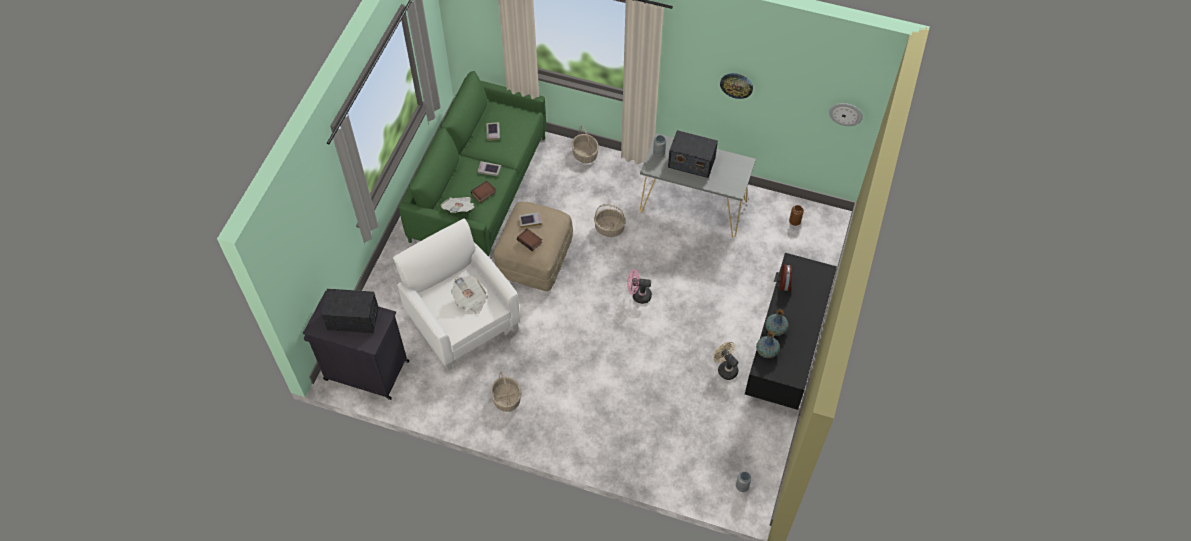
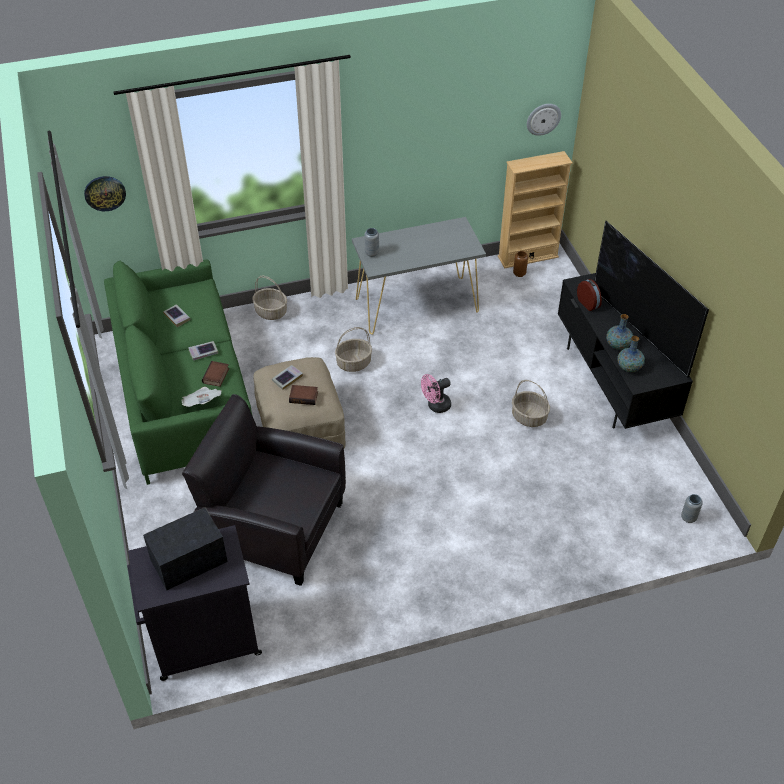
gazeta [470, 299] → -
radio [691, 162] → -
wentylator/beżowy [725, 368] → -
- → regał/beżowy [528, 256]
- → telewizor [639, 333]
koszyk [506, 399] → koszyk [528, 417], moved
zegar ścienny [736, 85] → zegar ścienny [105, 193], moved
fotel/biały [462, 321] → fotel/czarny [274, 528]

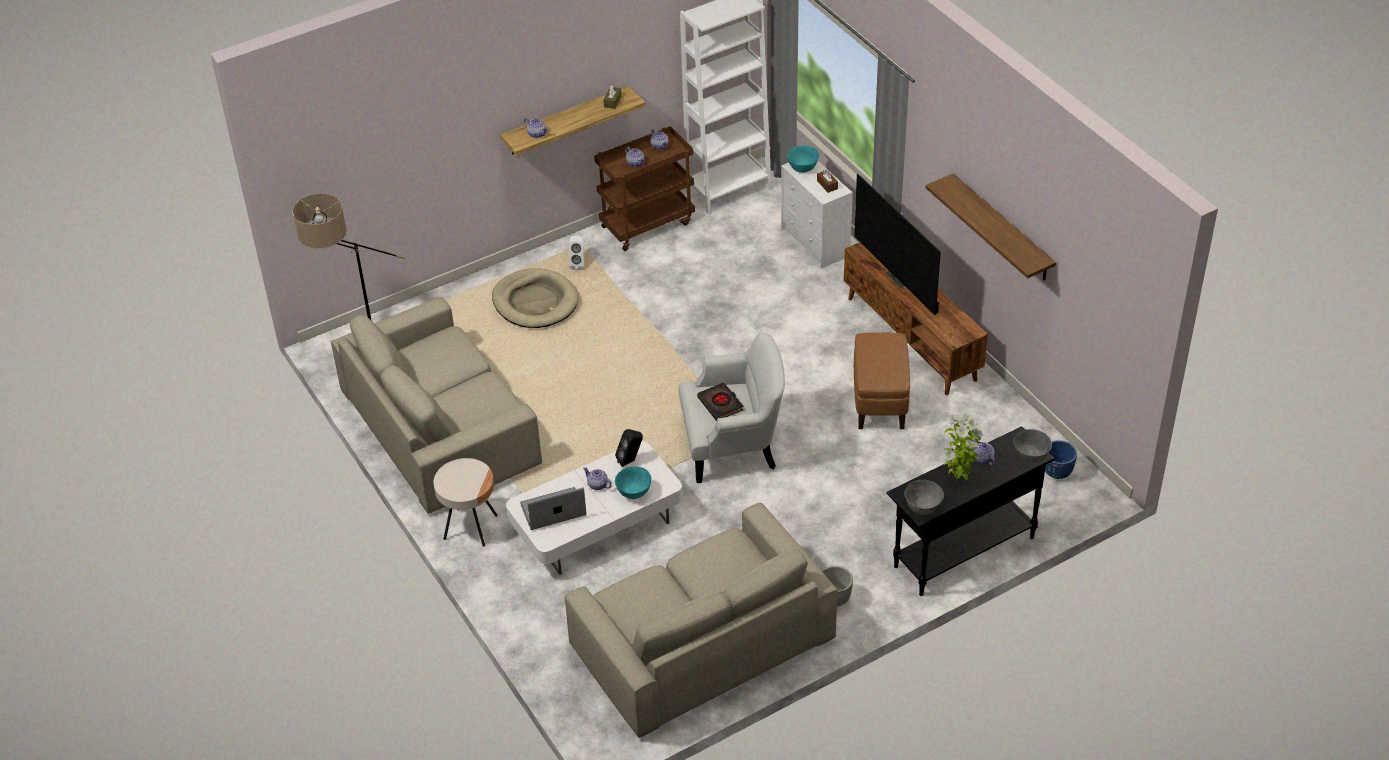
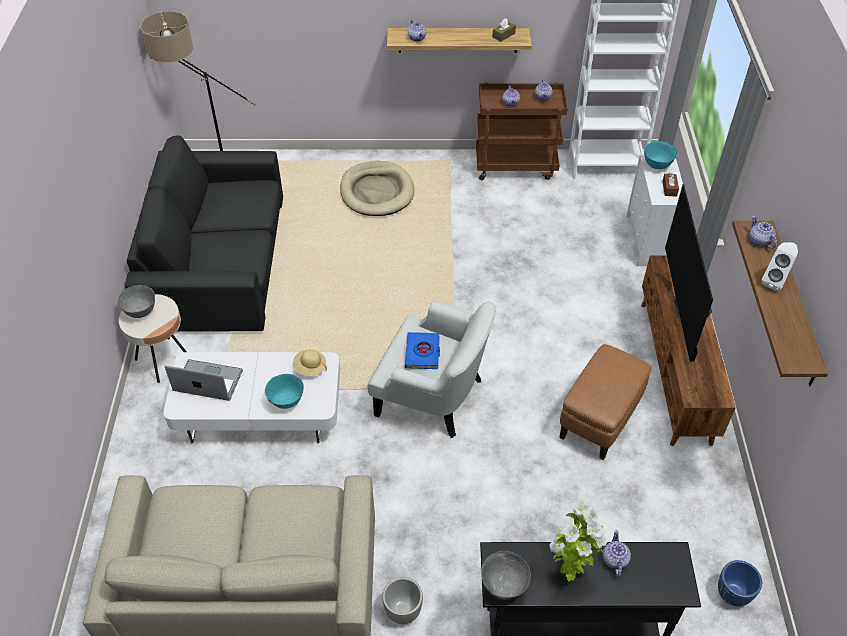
głośnik/biały [578, 264] → głośnik/biały [775, 281], moved
imbryk [597, 485] → imbryk [759, 241], moved
miska/szary [1031, 456] → miska/szary [141, 311], moved
głośnik/czarny [630, 461] → kapelusz/beżowy [310, 368]
kanapa/beżowy [441, 427] → kanapa/czarny [219, 262]
książka/czarny [720, 404] → książka/niebieski [422, 353]

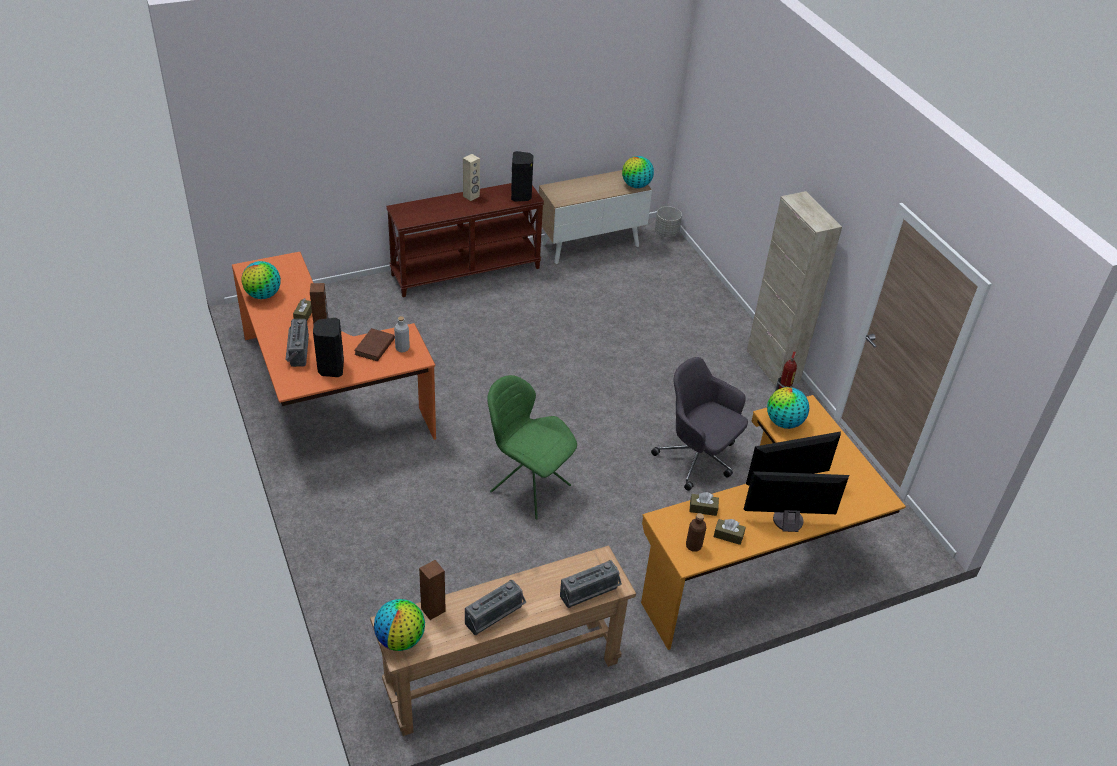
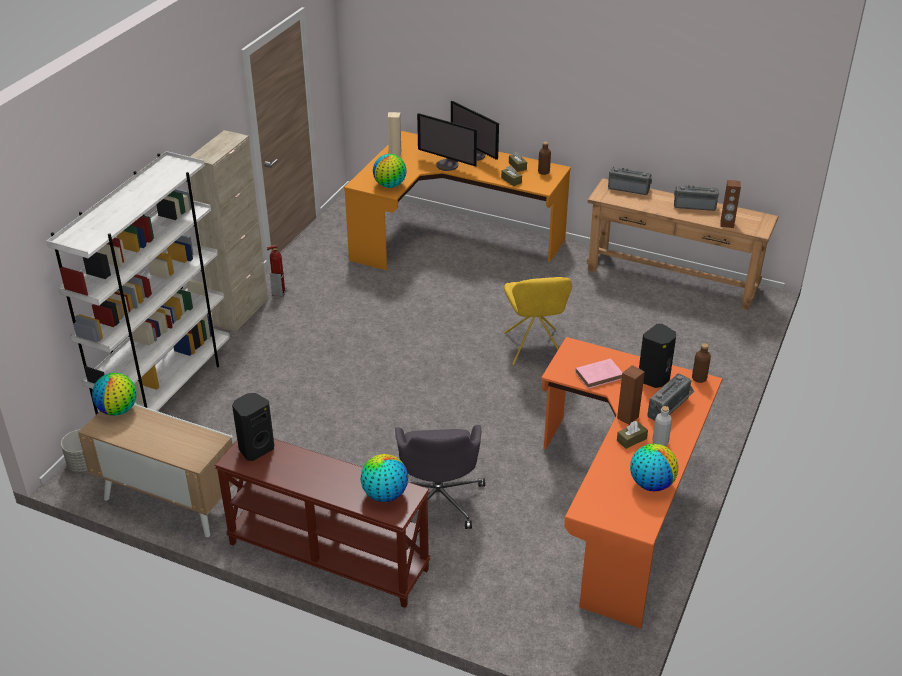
- → regał/biały [167, 393]
- → butelka/brązowy [699, 378]
globus [400, 639] → globus [384, 494], moved
butelka/szary [402, 348] → butelka/szary [660, 442], moved
głośnik/beżowy [471, 196] → głośnik/beżowy [395, 153], moved
krzesło biurowe/szary [698, 458] → krzesło biurowe/szary [439, 499], moved
książka/brązowy [374, 347] → książka/różowy [600, 375]
krzesło/zielony [528, 487] → krzesło/żółty [534, 348]

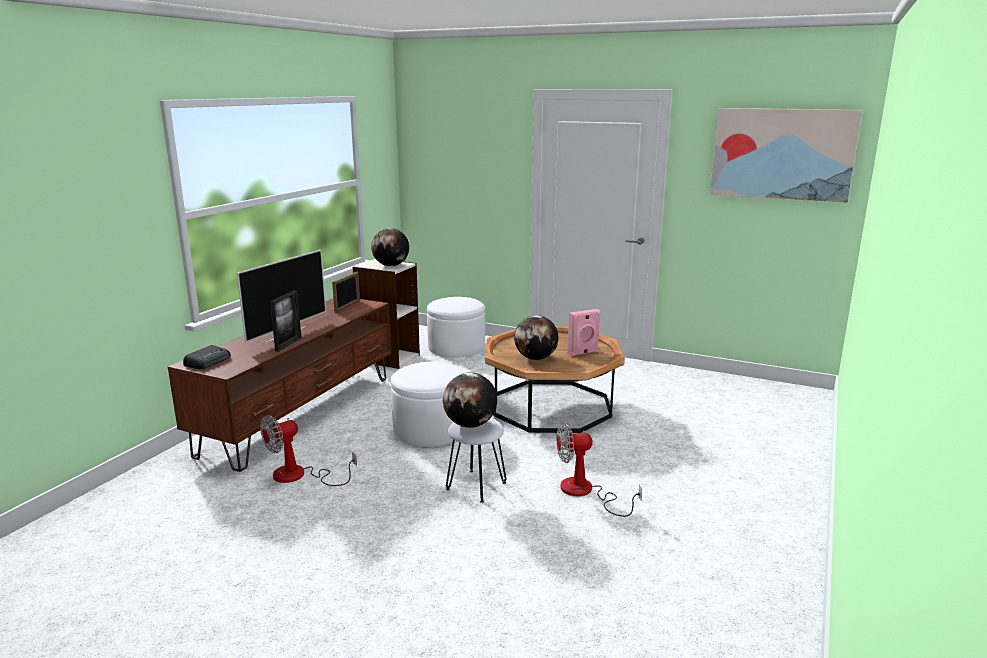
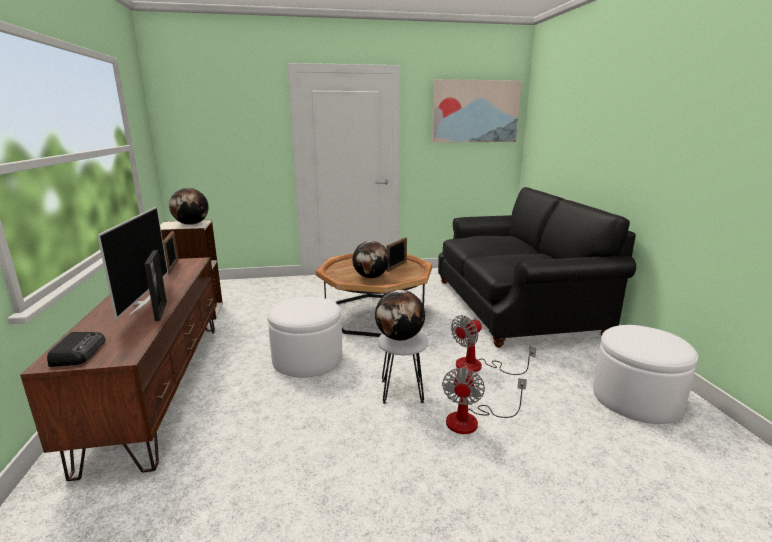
- → kanapa/czarny [514, 306]
wentylator [299, 476] → wentylator [472, 420], moved
pufa/biały [456, 347] → pufa/biały [636, 398], moved
głośnik/różowy [583, 353] → ramka na zdjęcie [397, 266]

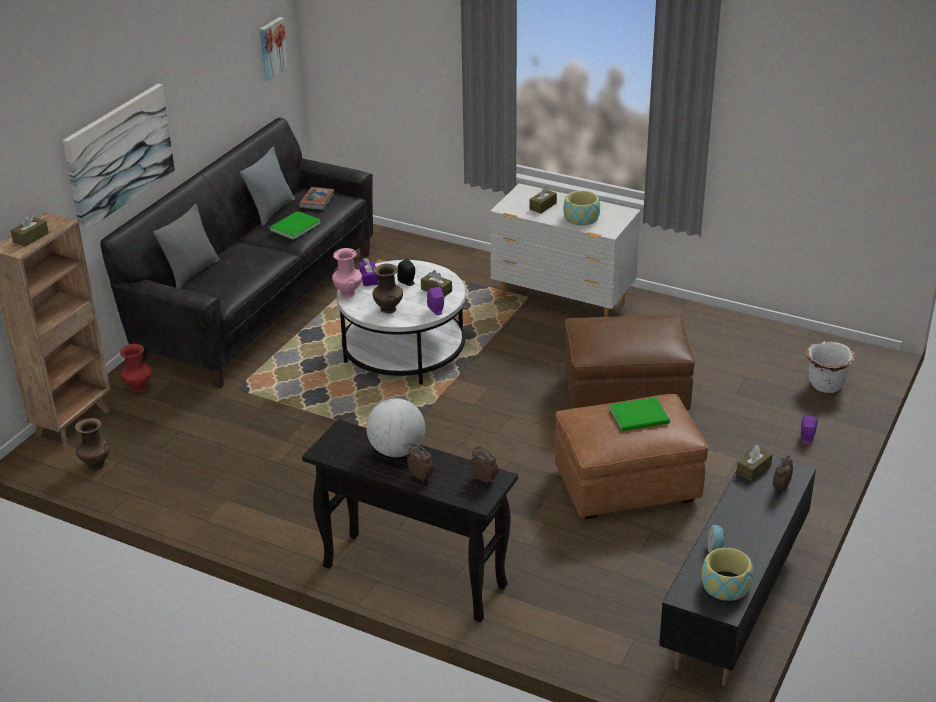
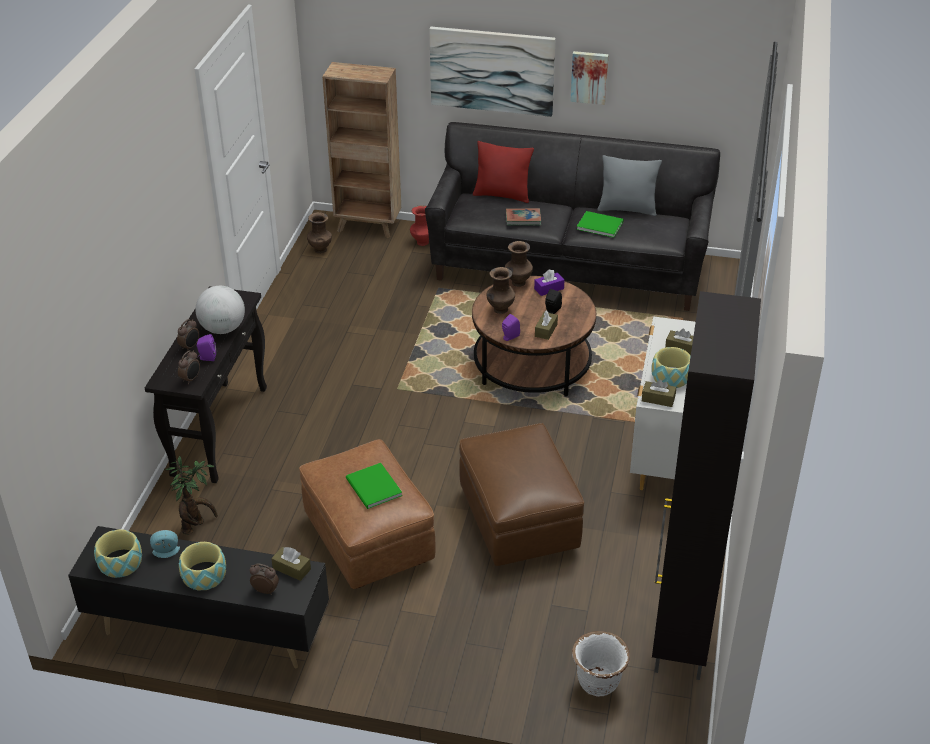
- → roślina doniczkowa [196, 525]
- → miska [204, 575]
- → szafka/czarny [680, 636]
pudełko chusteczek/brązowy [31, 238] → pudełko chusteczek/brązowy [658, 399], moved
obraz [272, 48] → obraz [589, 77], moved
książka [317, 201] → książka [523, 219], moved
głośnik/fioletowy [806, 440] → głośnik/fioletowy [207, 358], moved
poduszka/szary [192, 272] → poduszka/czerwony [502, 195]
wazon/różowy [348, 293] → wazon/brązowy [518, 283]
ława/biały [404, 351] → ława/brązowy [532, 364]

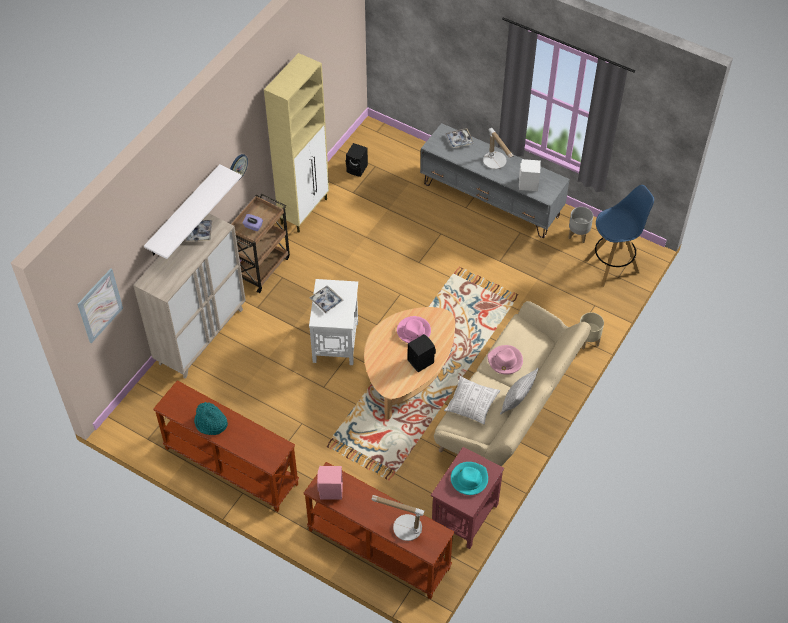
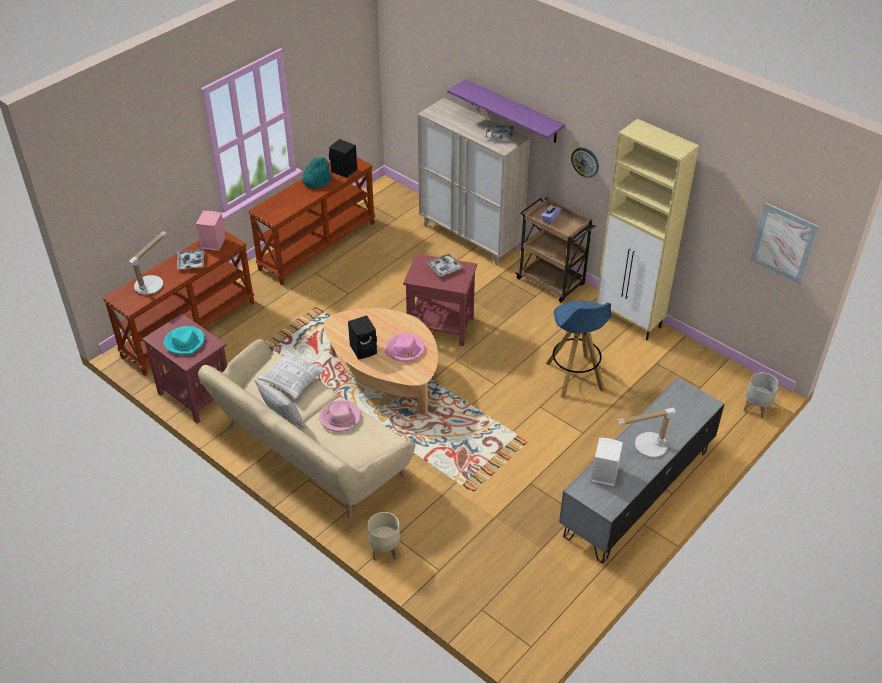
obraz [100, 305] → obraz [783, 243], moved
głośnik/czarny [357, 169] → głośnik/czarny [343, 171], moved
taca [459, 140] → taca [191, 262], moved
donica/szary [578, 235] → donica/szary [756, 408], moved
stołek/niebieski [613, 266] → stołek/niebieski [575, 377], moved
półka/biały [184, 211] → półka/fioletowy [513, 111]
stolik/biały [336, 342] → stolik/czerwony [440, 326]

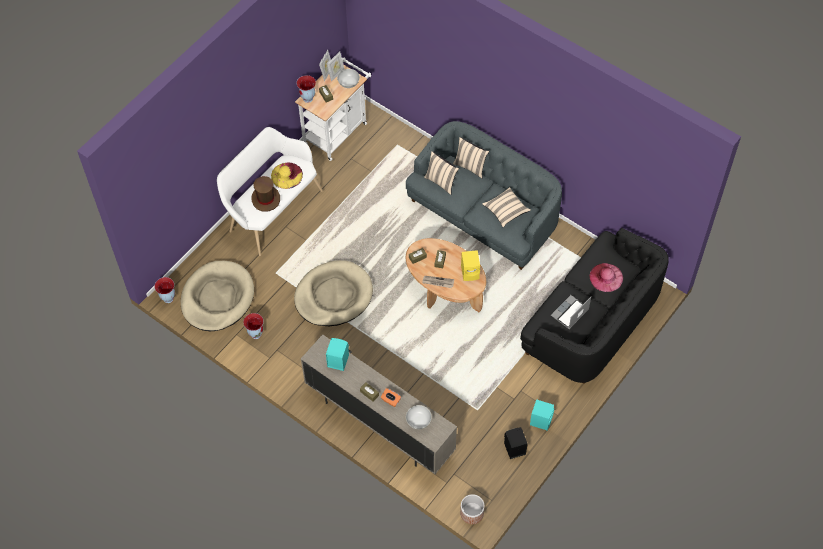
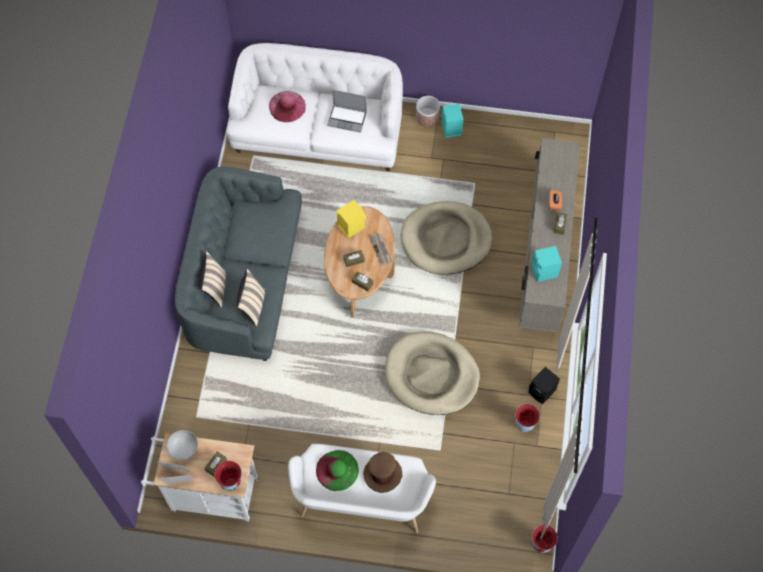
miska/biały [418, 421] → -
poduszka/beżowy [506, 211] → -
legowisko/beżowy [217, 298] → legowisko/beżowy [446, 240], moved
donica [472, 513] → donica [427, 117], moved
głośnik/czarny [514, 449] → głośnik/czarny [542, 392], moved
kapelusz/żółty [286, 175] → kapelusz/zielony [337, 470]
kanapa/czarny [592, 321] → kanapa/biały [319, 132]

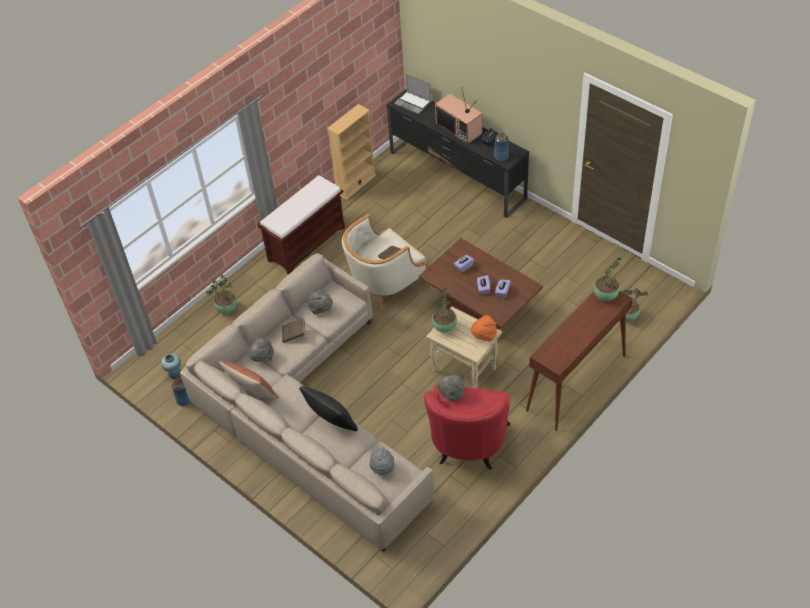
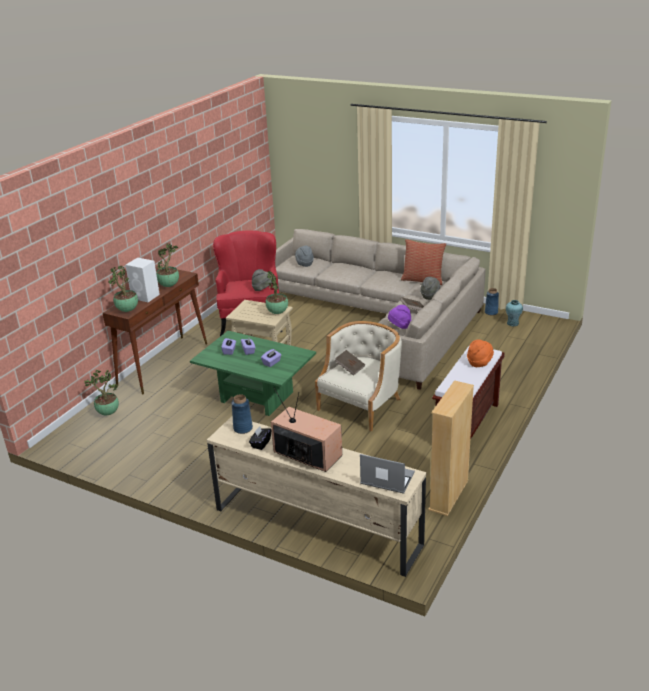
poduszka/czarny [331, 423] → -
- → głośnik/biały [146, 296]
roślina doniczkowa [226, 309] → roślina doniczkowa [169, 285], moved
kapelusz/pomarańczowy [484, 336] → kapelusz/pomarańczowy [479, 363], moved
kapelusz/szary [321, 309] → kapelusz/fioletowy [400, 326]
szafka pod telewizor/czarny [457, 176] → szafka pod telewizor/beżowy [316, 526]
ława/brązowy [480, 311] → ława/zielony [257, 397]

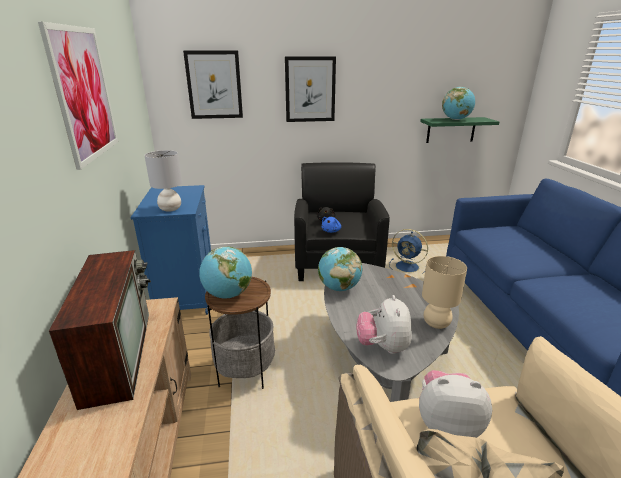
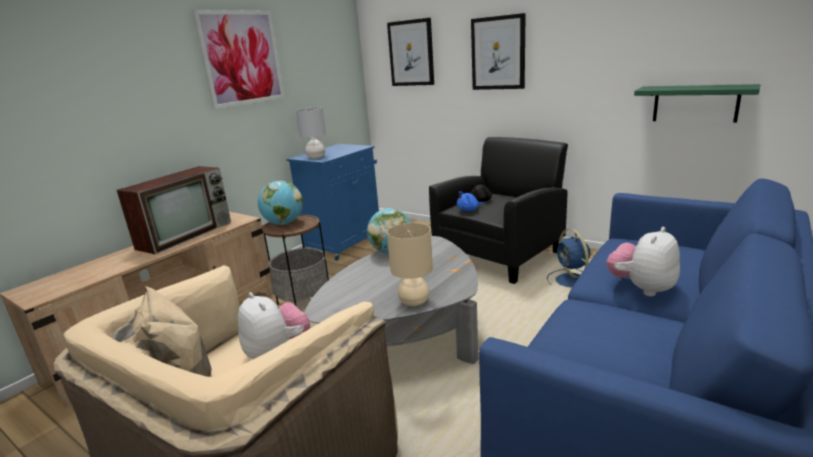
globus [456, 119] → -
pluszak [383, 347] → pluszak [642, 288], moved

